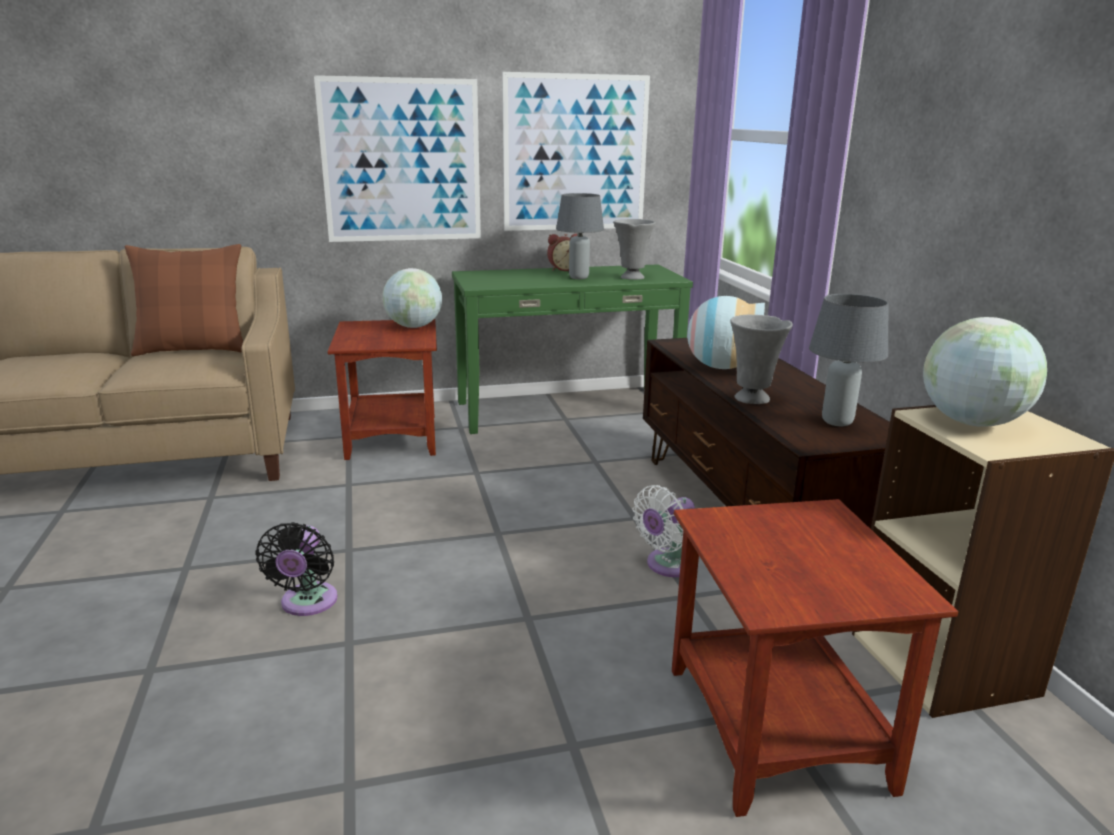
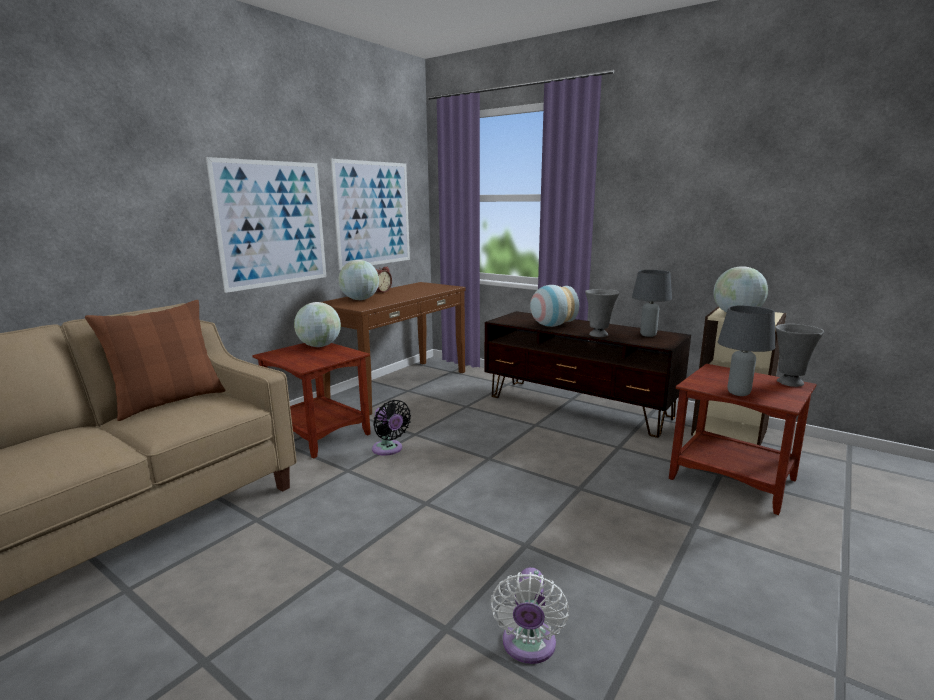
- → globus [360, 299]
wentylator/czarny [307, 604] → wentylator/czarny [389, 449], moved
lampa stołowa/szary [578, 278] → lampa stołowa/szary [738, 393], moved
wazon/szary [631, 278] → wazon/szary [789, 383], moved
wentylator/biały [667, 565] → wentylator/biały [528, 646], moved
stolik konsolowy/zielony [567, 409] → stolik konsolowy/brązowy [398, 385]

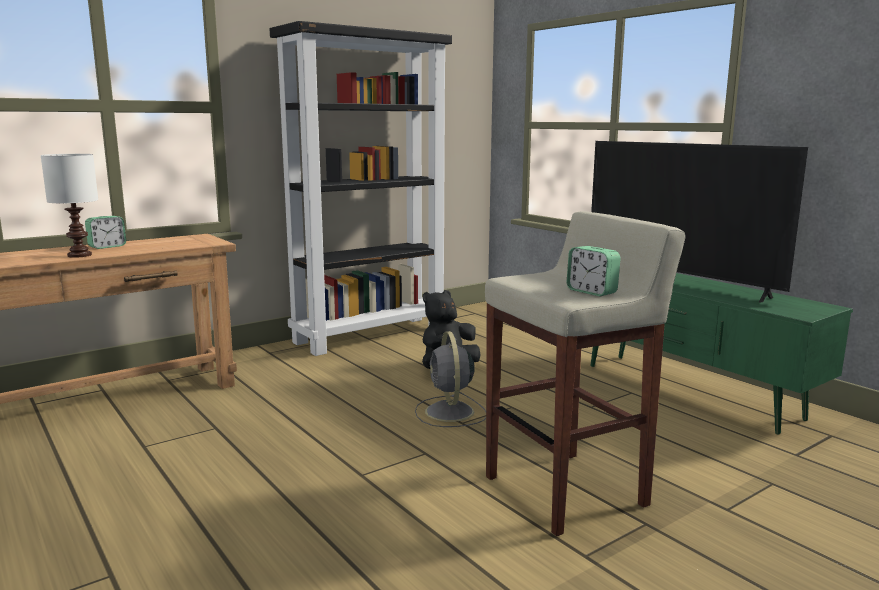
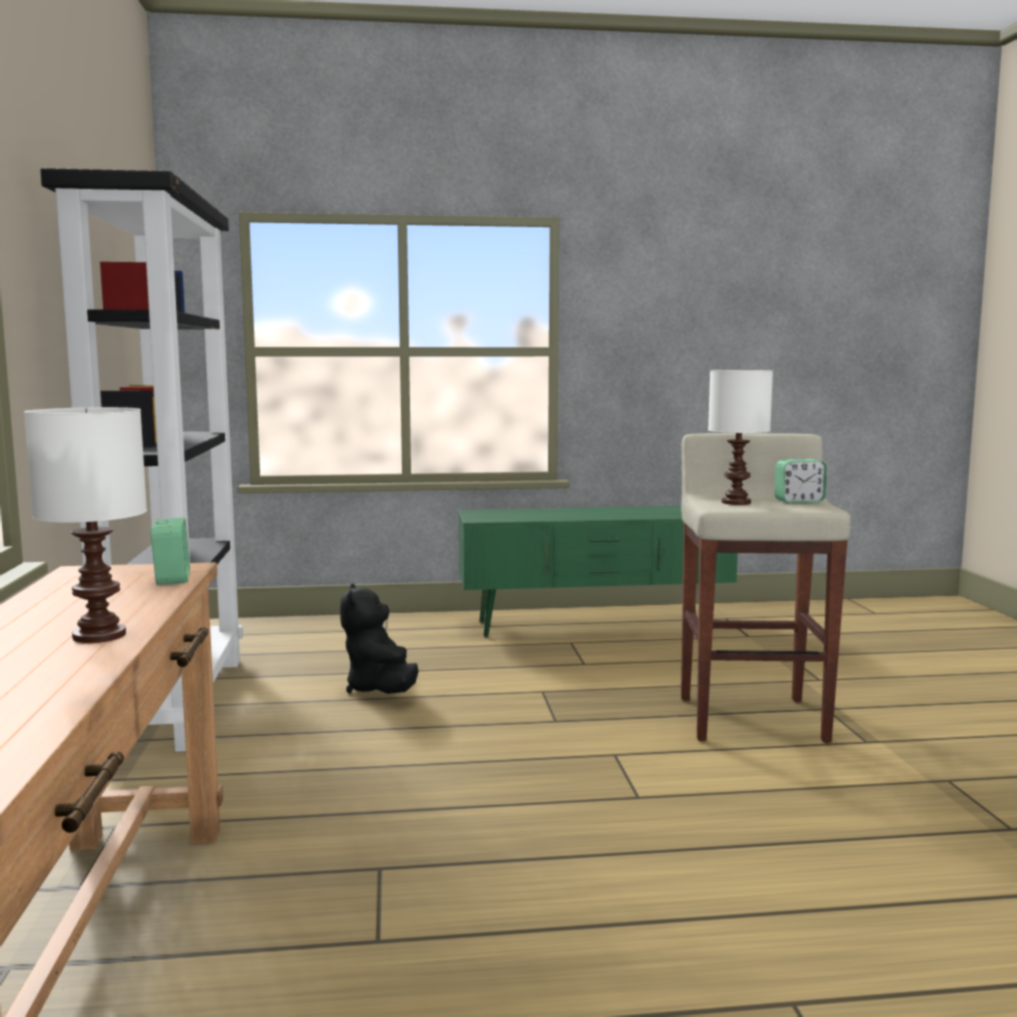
wentylator/szary [450, 412] → -
telewizor [678, 283] → -
- → lampa stołowa/biały [734, 502]
budzik [107, 246] → budzik [172, 579], moved

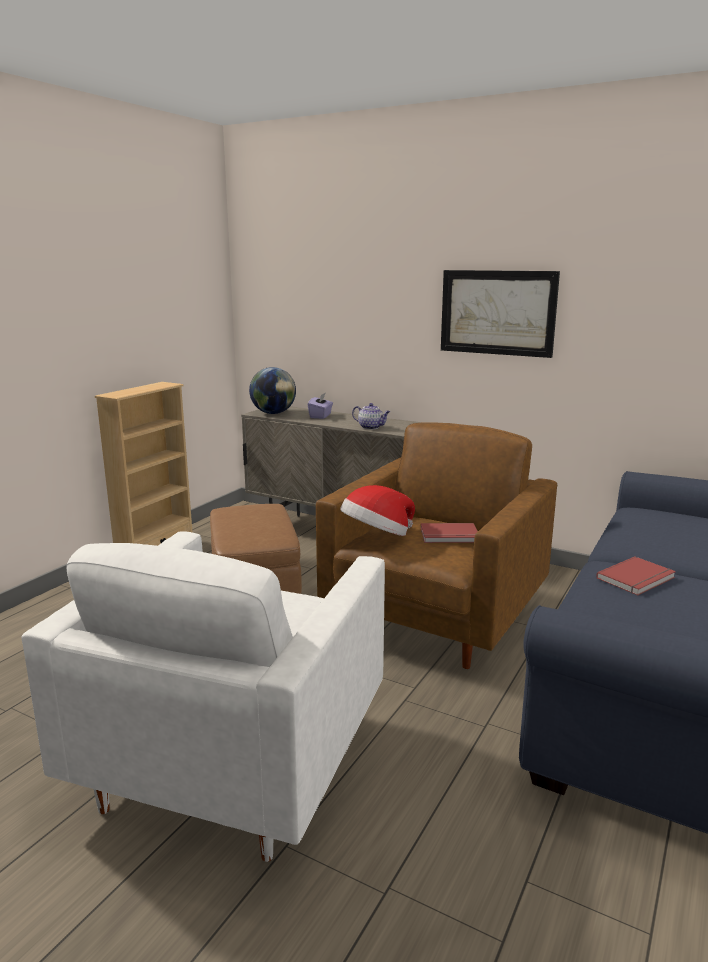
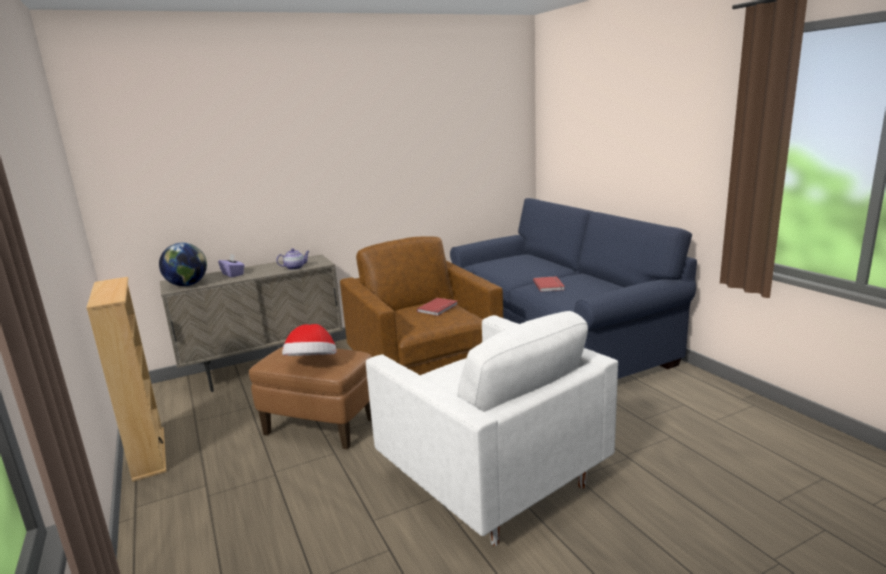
obraz [497, 312] → -
kapelusz [377, 536] → kapelusz [312, 364], moved

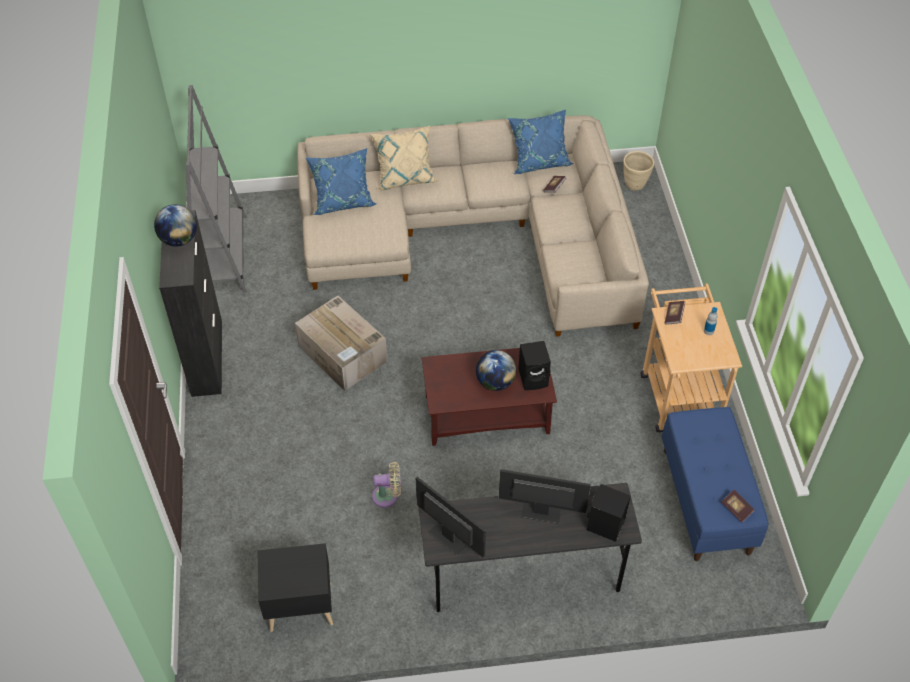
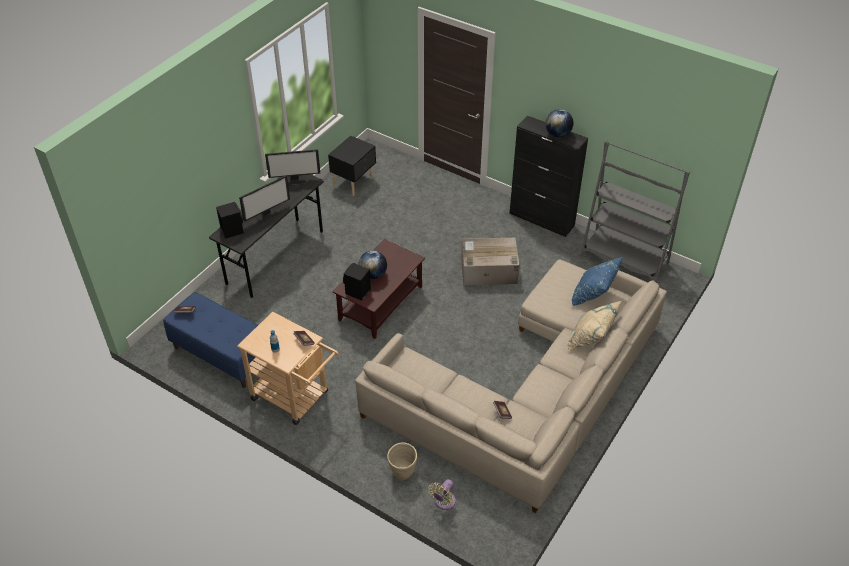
poduszka/niebieski [539, 161] → -
wentylator/beżowy [388, 496] → wentylator/beżowy [444, 502], moved
donica/beżowy [635, 185] → donica/beżowy [402, 473], moved

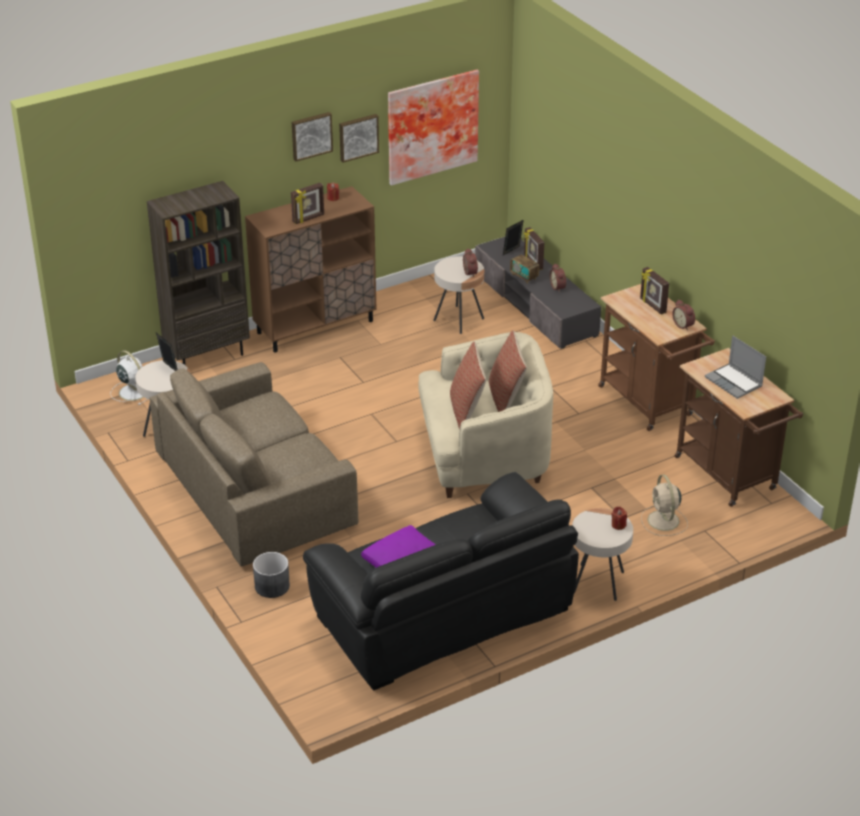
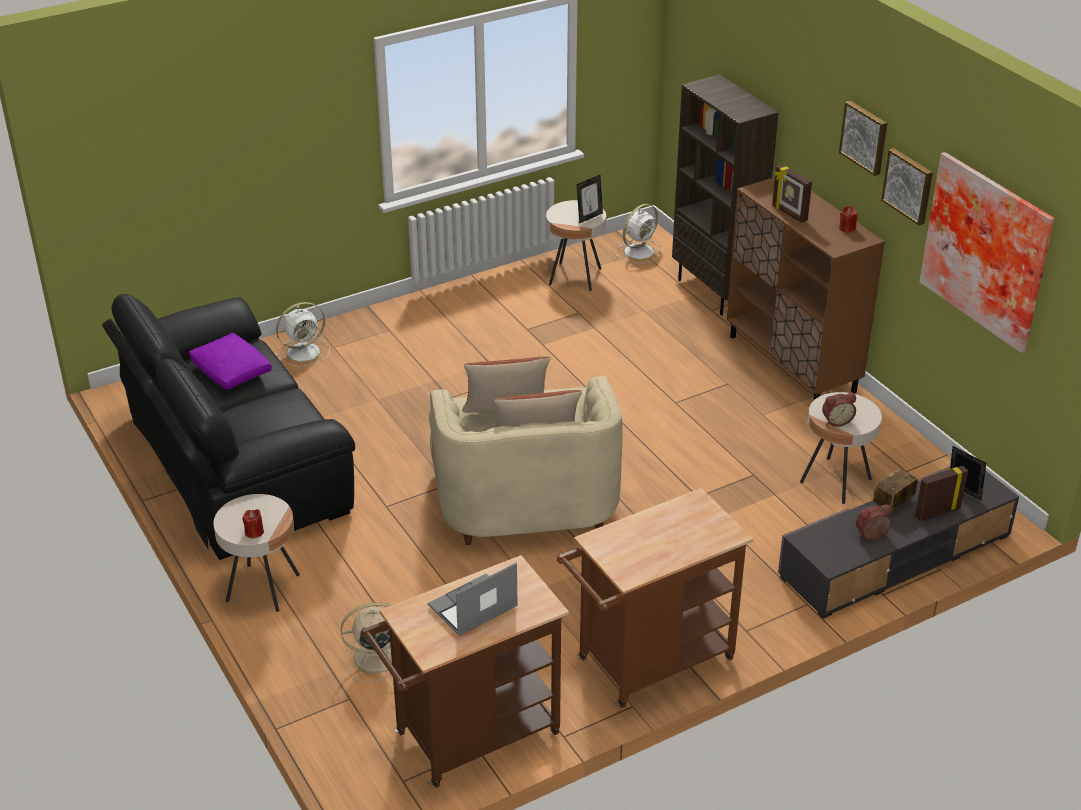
kanapa/brązowy [256, 489] → -
ramka na zdjęcie [652, 306] → -
budzik [684, 325] → -
donica/szary [271, 586] → wentylator/biały [305, 352]

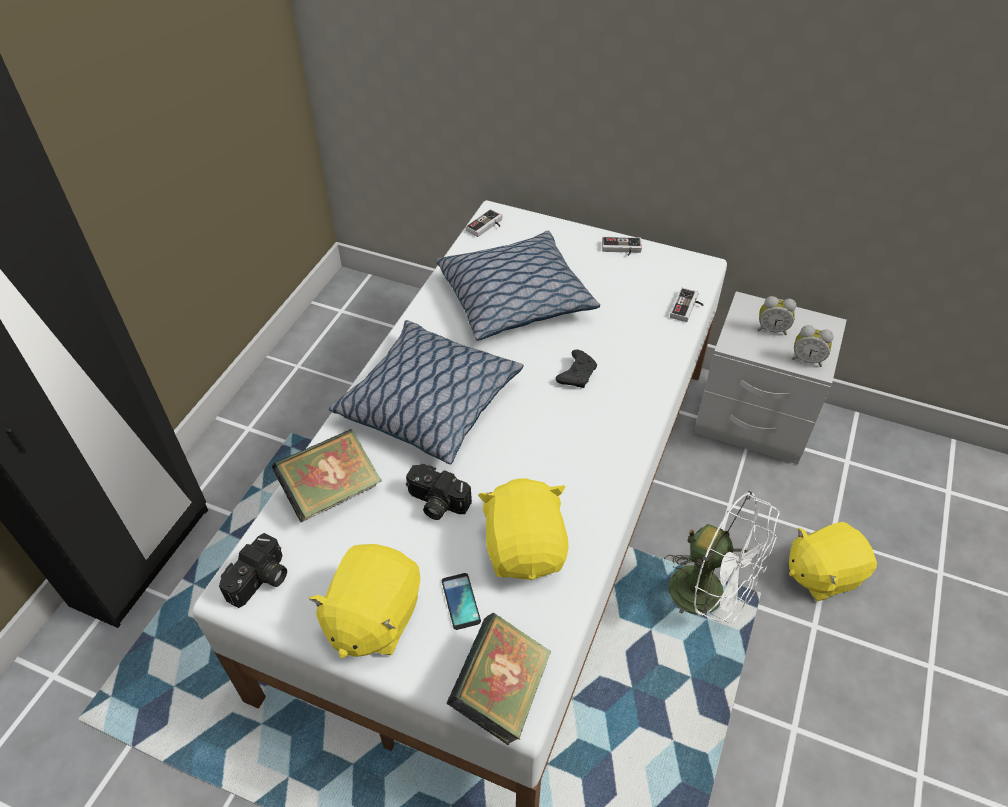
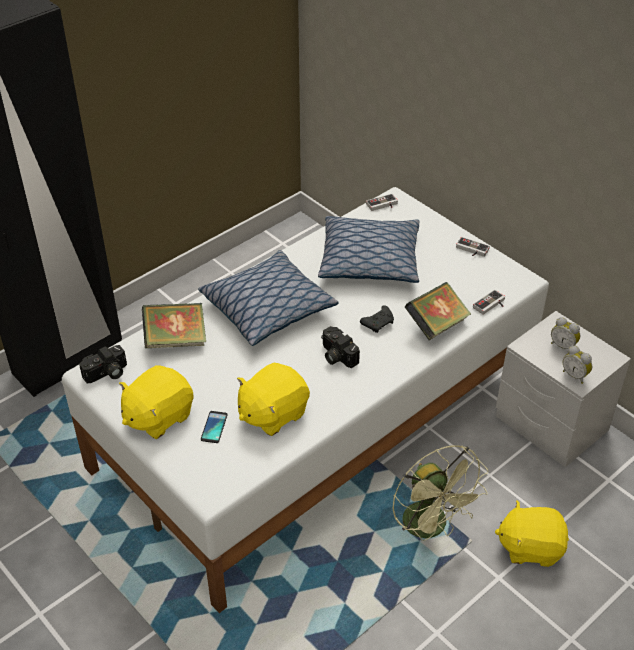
aparat fotograficzny [436, 503] → aparat fotograficzny [336, 356], moved
książka [501, 691] → książka [436, 325], moved
wentylator/biały [709, 596] → wentylator/zielony [432, 528]
pluszak/żółty [525, 548] → pluszak/żółty [272, 413], 150 degrees counterclockwise

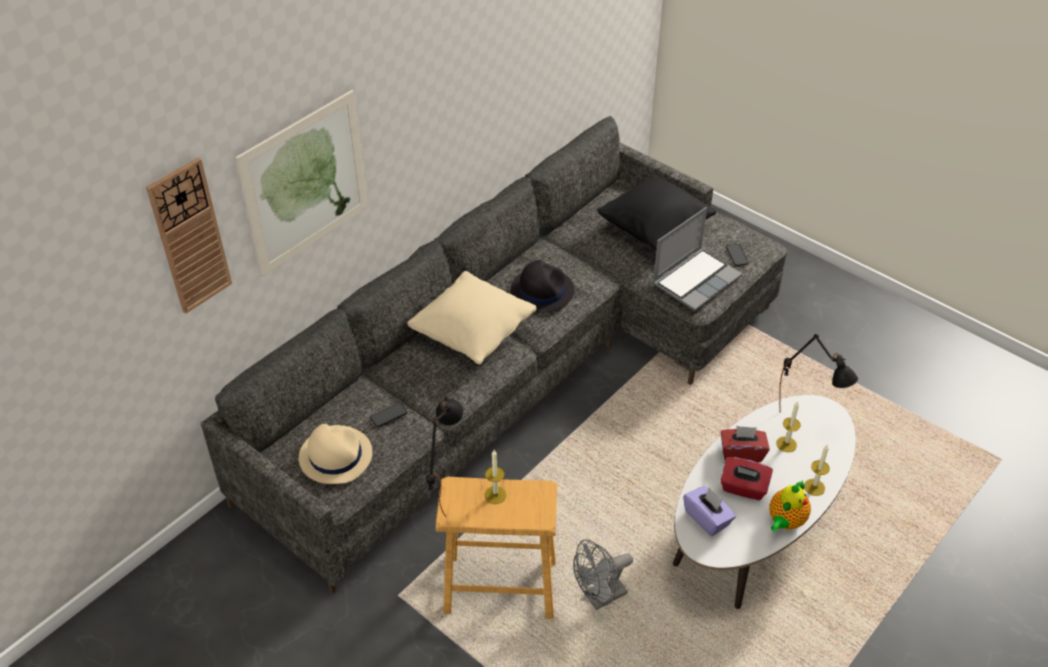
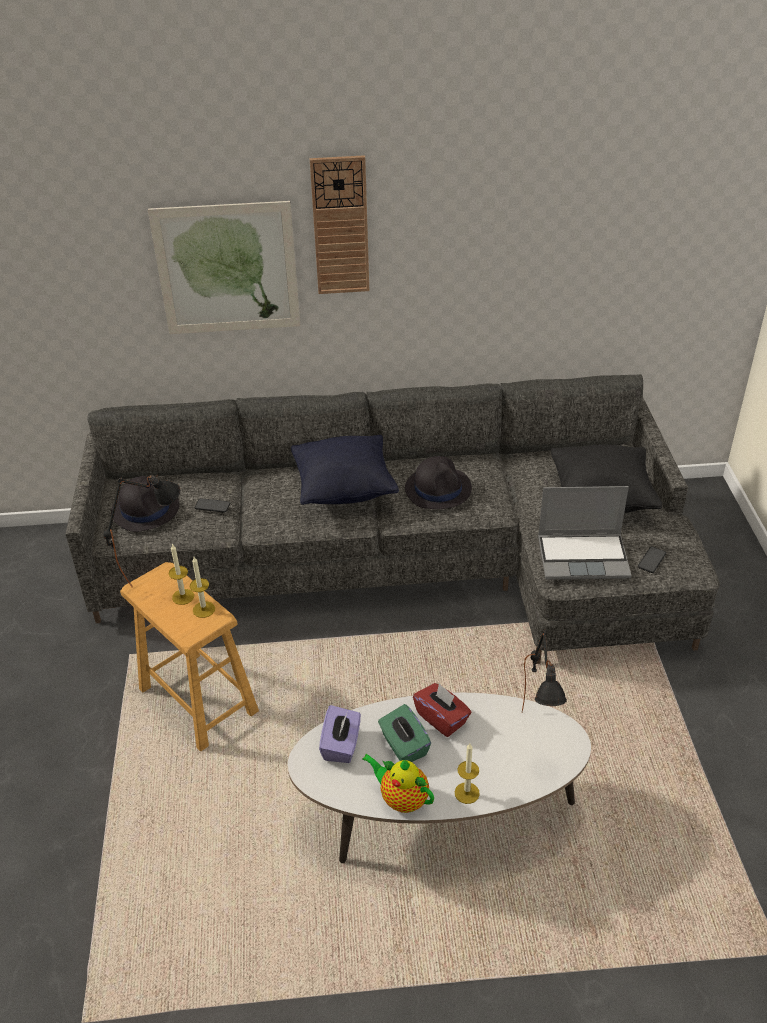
wentylator/szary [600, 597] → -
zegar ścienny [190, 237] → zegar ścienny [340, 226], moved
świeca [786, 444] → świeca [204, 609], moved
kapelusz/beżowy [335, 455] → kapelusz/czarny [145, 509]
poduszka/beżowy [473, 334] → poduszka/czarny [344, 489]
pudełko chusteczek/czerwony [743, 488] → pudełko chusteczek/zielony [404, 746]
imbryk [785, 521] → imbryk [401, 799], 45 degrees clockwise

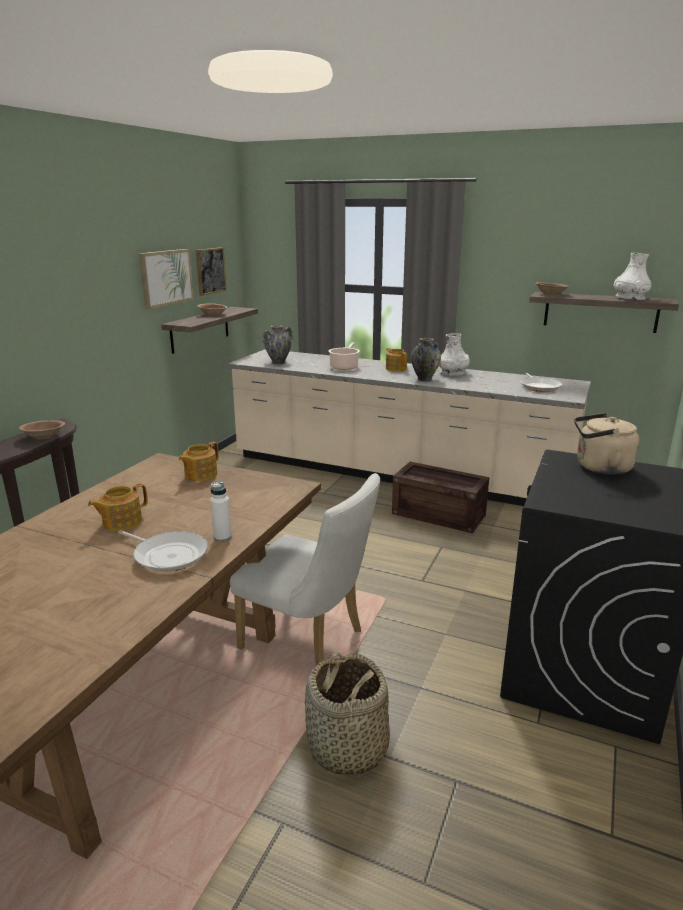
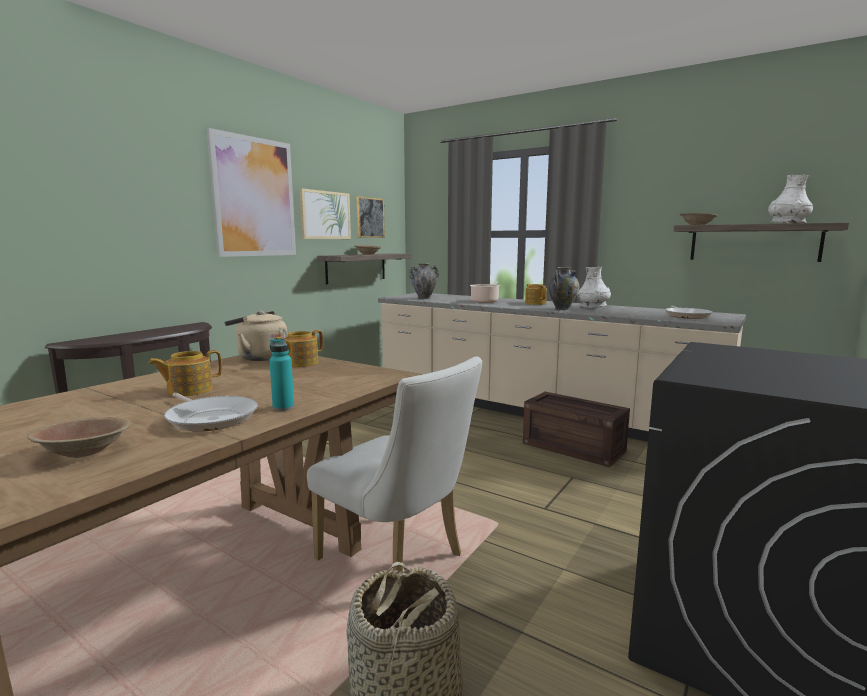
- → obraz [254, 197]
miska/brązowy [44, 437] → miska/brązowy [85, 452], moved
czajnik/beżowy [599, 468] → czajnik/beżowy [260, 357], moved
butelka/biały [222, 537] → butelka/turkusowy [283, 407]

